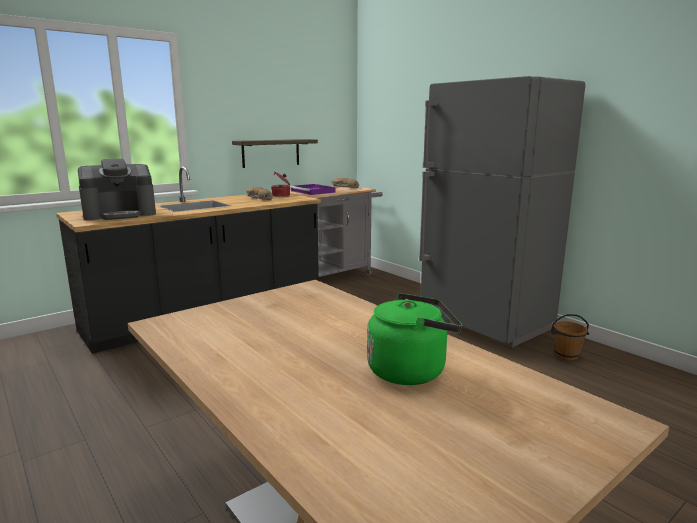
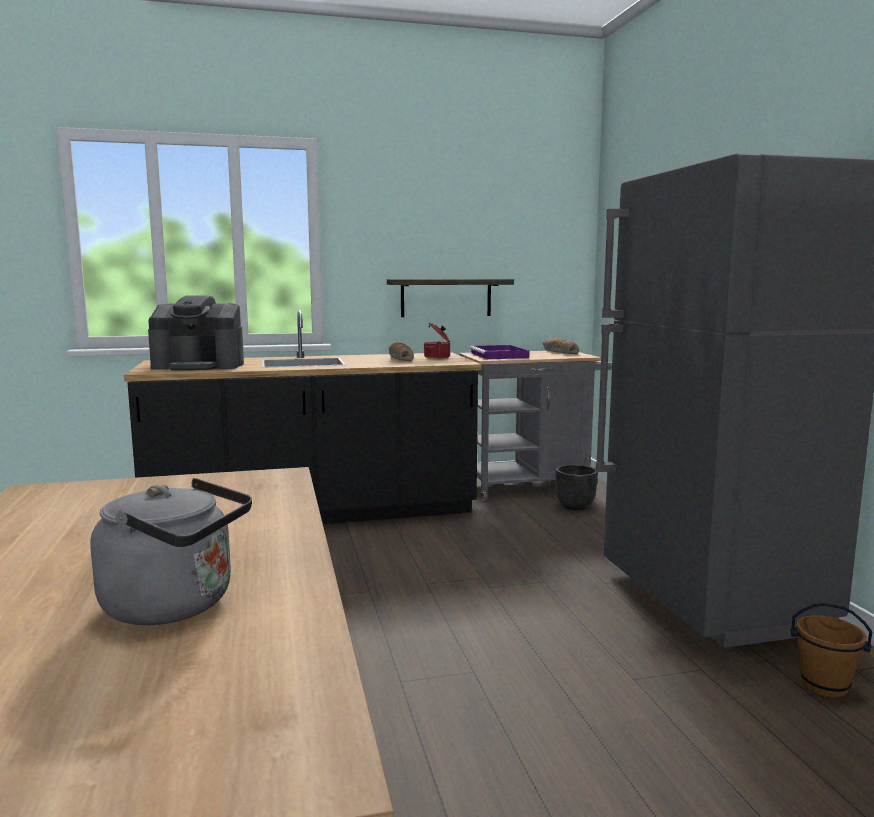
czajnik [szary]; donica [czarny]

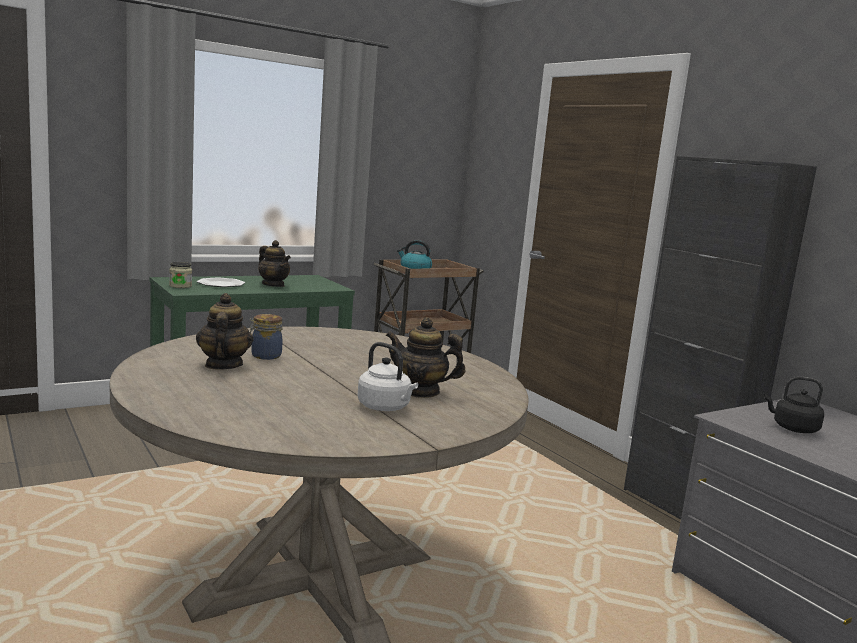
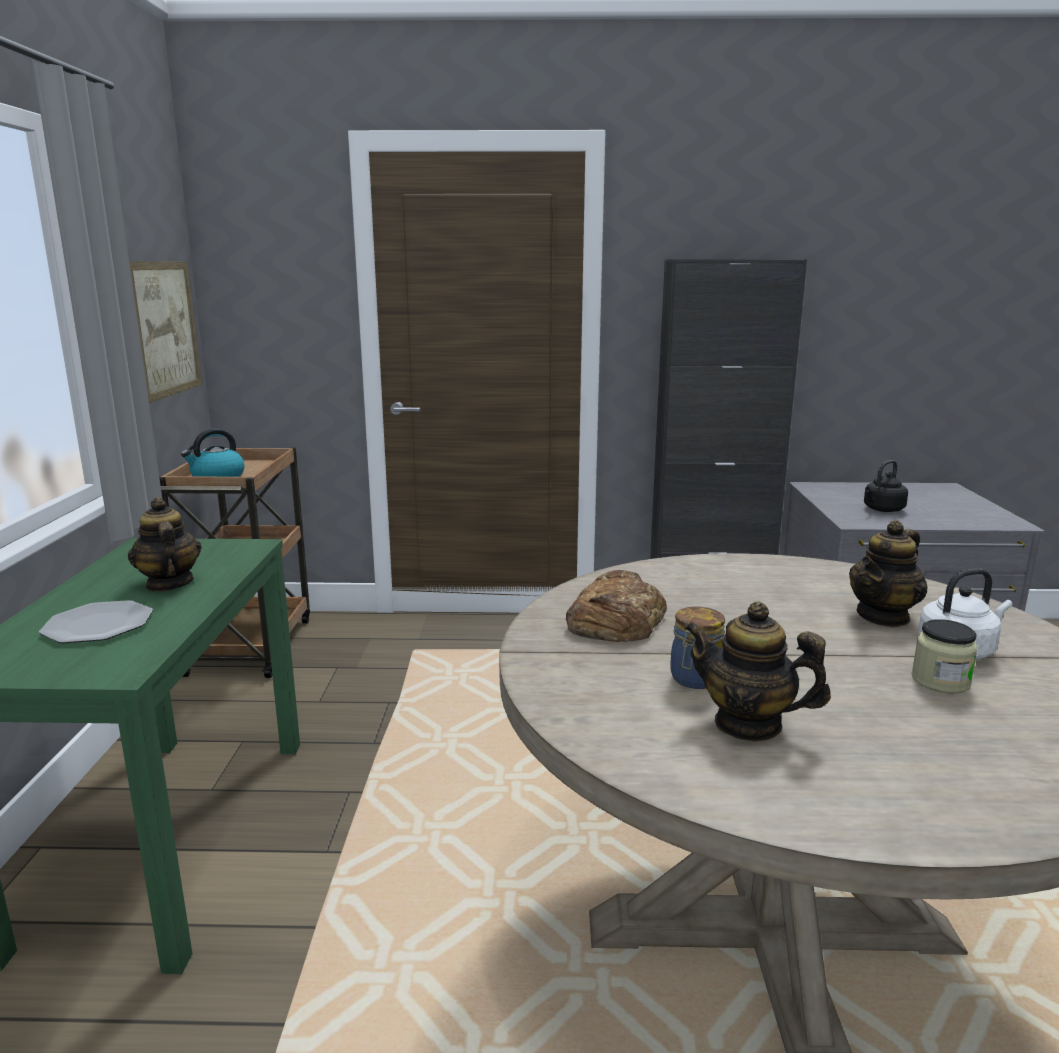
słoik (2nd from left); imbryk (1st from left); obraz; chleb

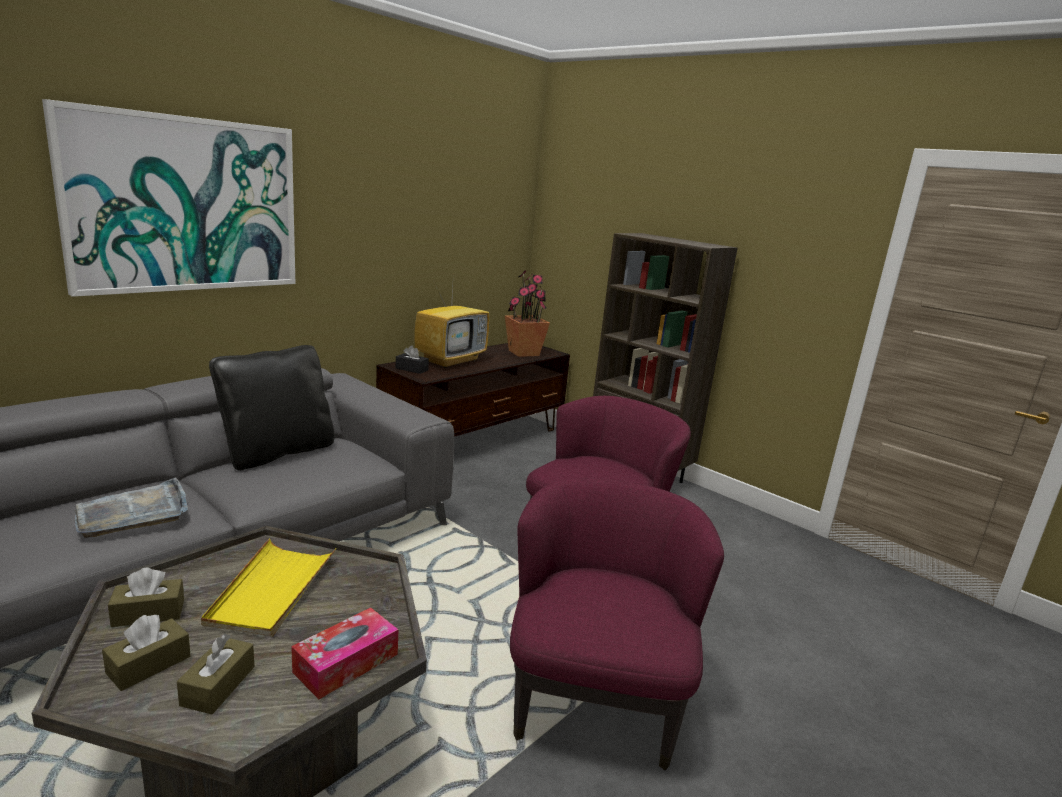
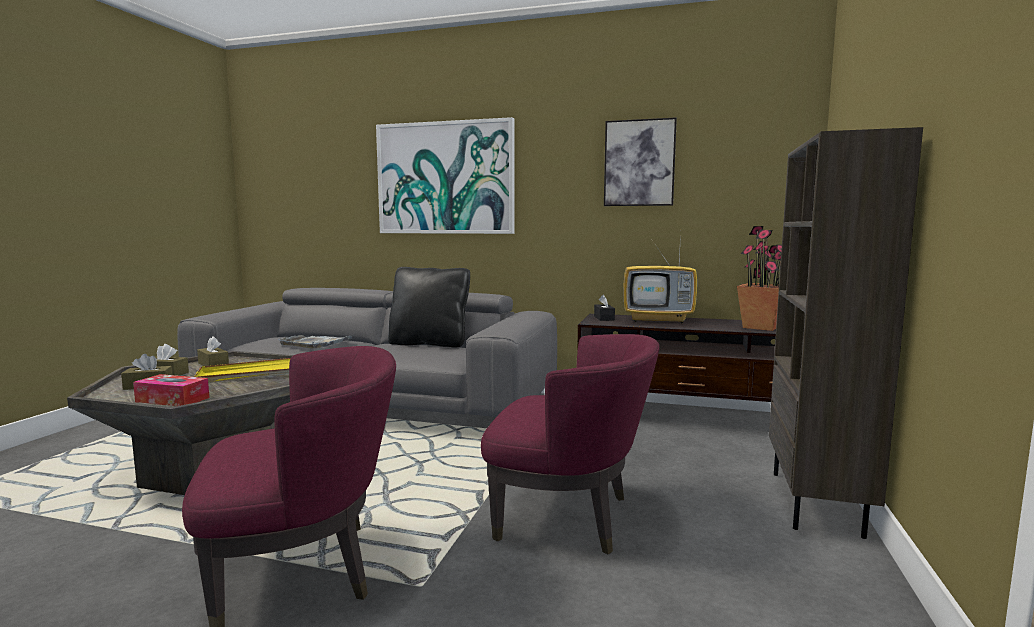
obraz (2nd from left)

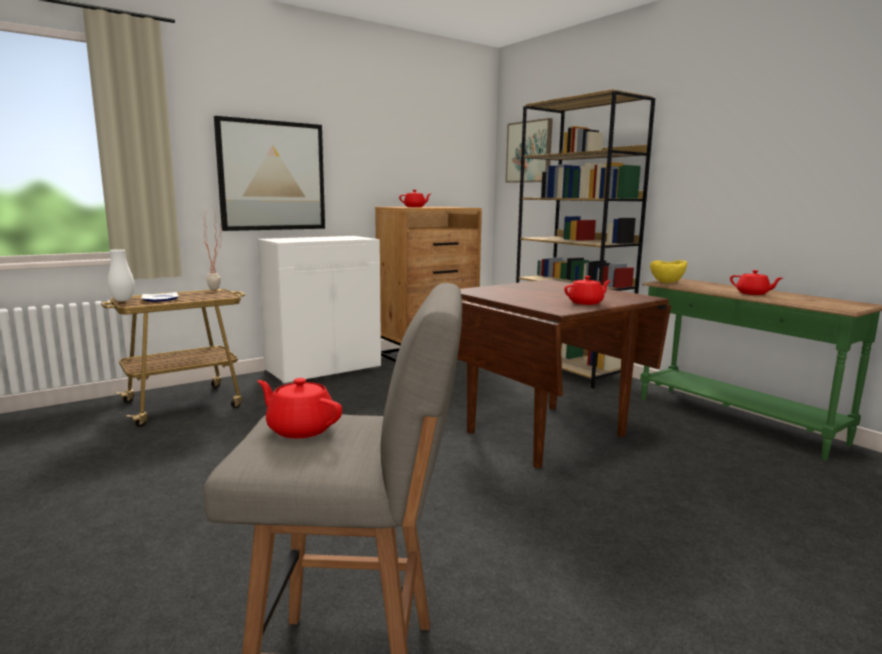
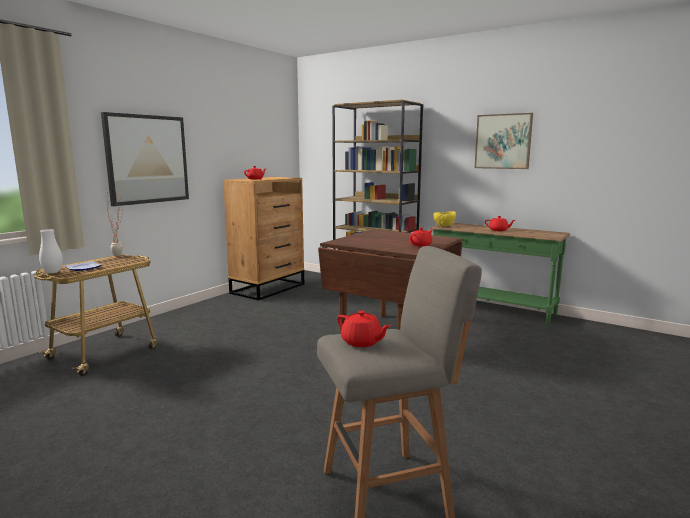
szafka [biały]; imbryk [czerwony] (2nd from left); obraz (2nd from left)

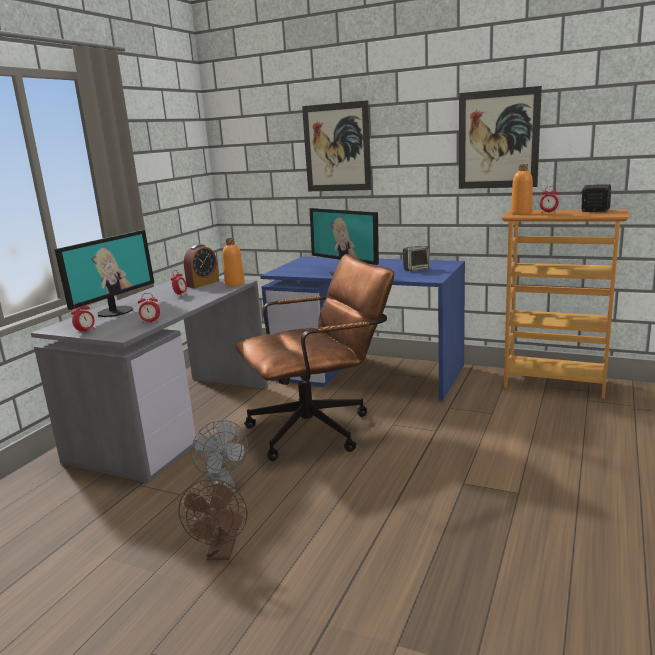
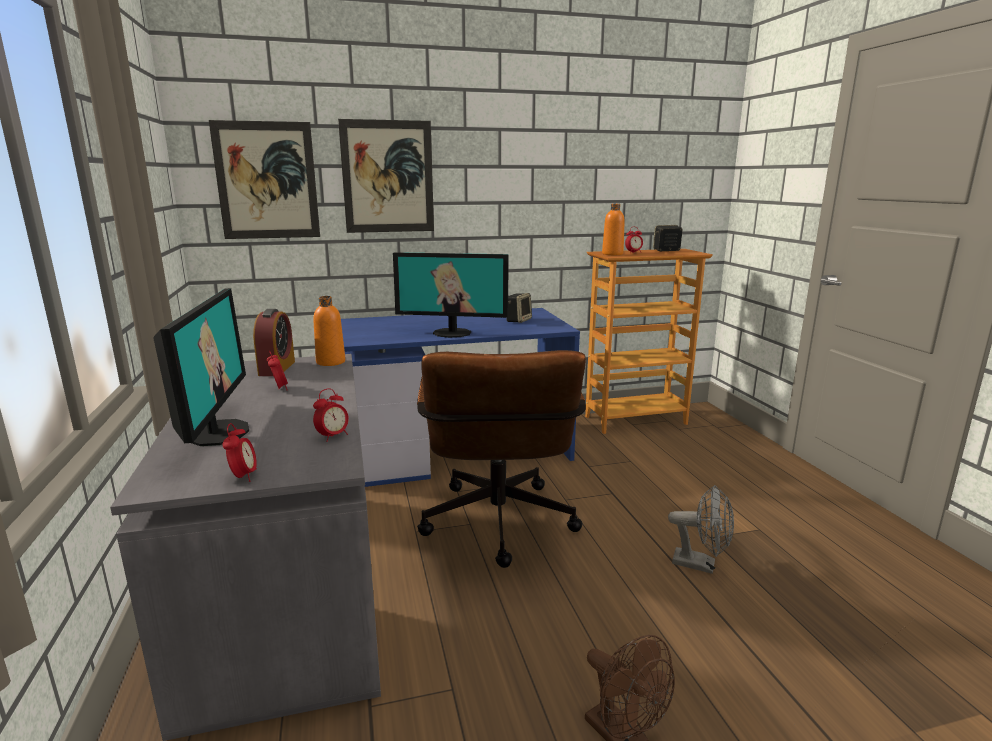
wentylator [szary]; krzesło biurowe [brązowy]; obraz (1st from left)

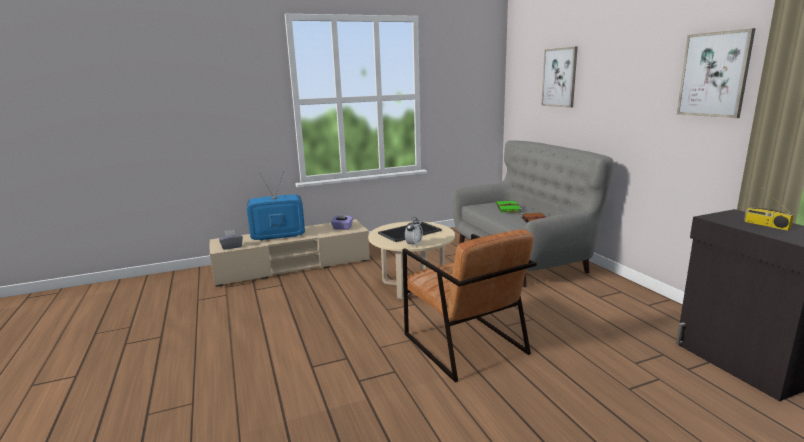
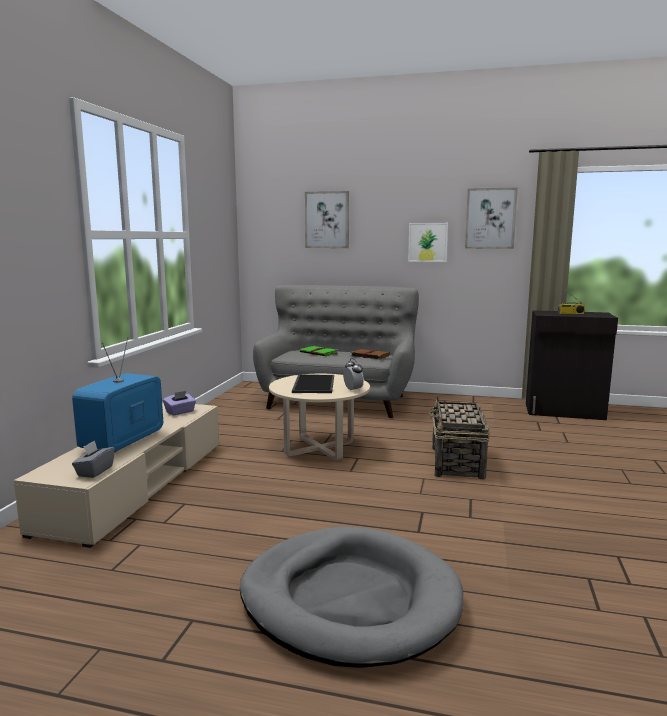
koszyk; legowisko [szary]; obraz (2nd from left)

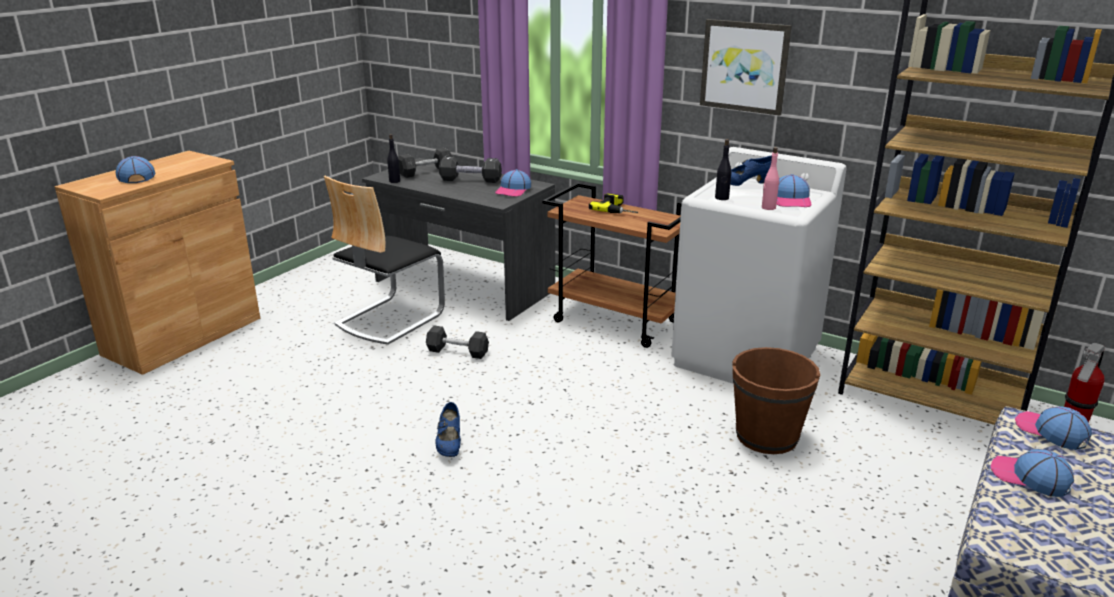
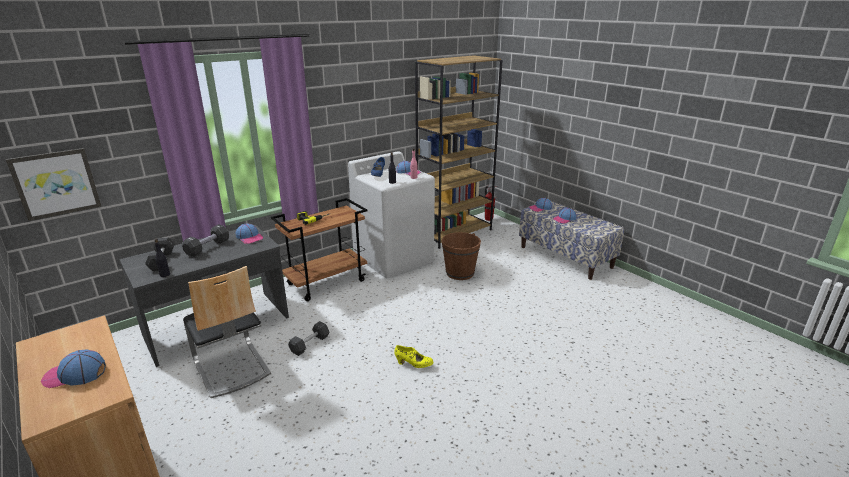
but [żółty]; obraz

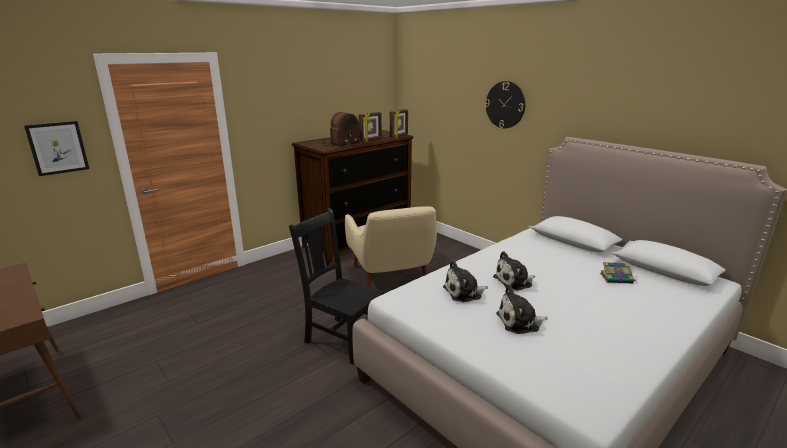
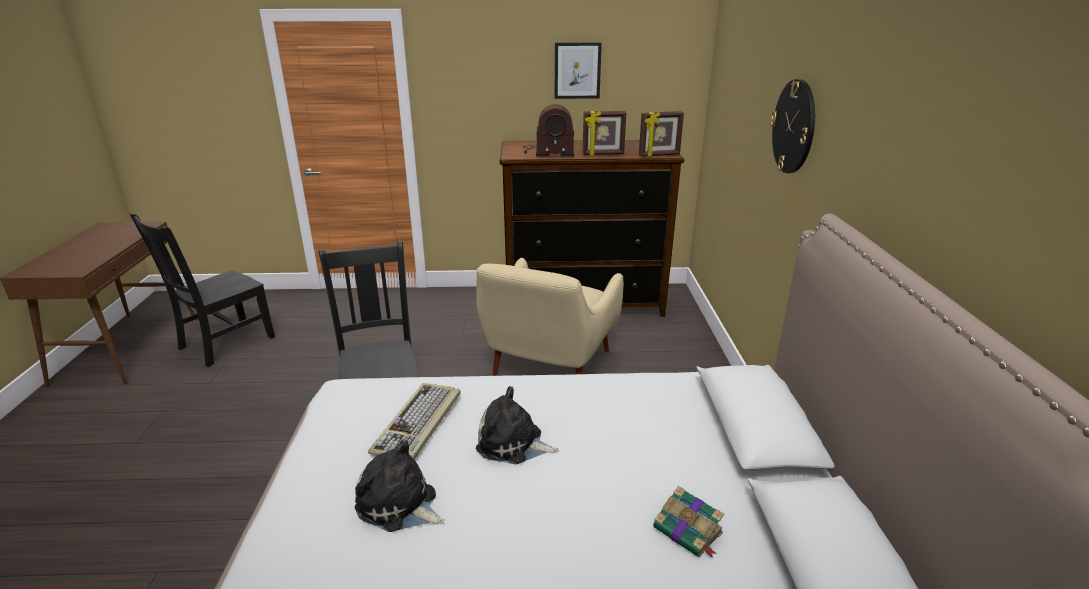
obraz; klawiatura; krzesło [czarny] (1st from left)

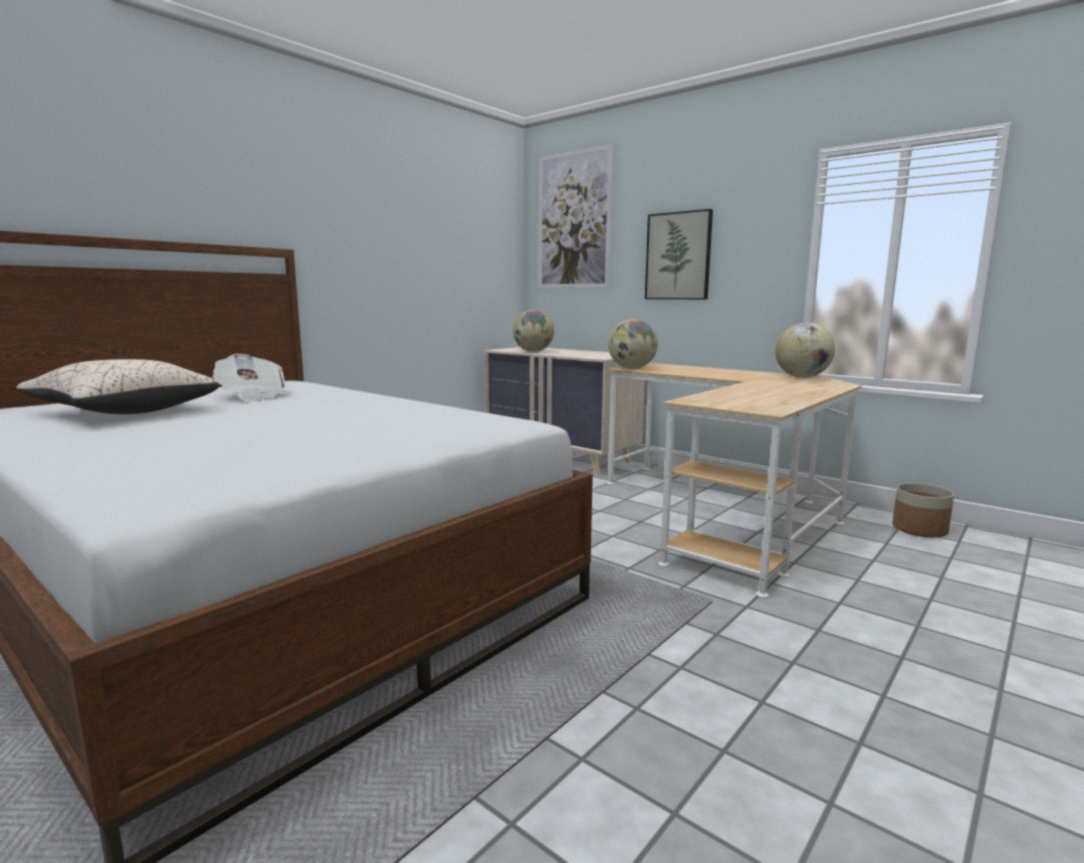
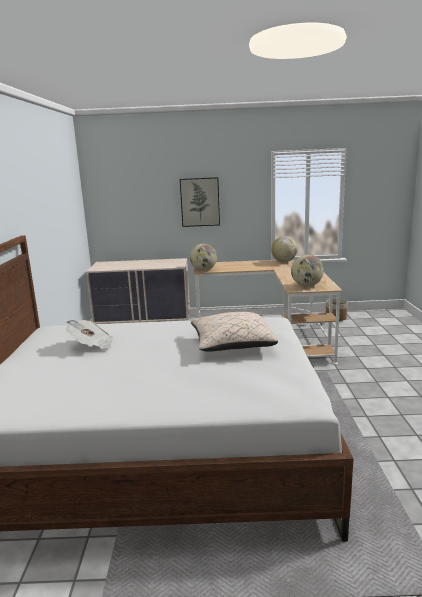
poduszka [beżowy]; globus (3rd from left); obraz (1st from left in the first image)

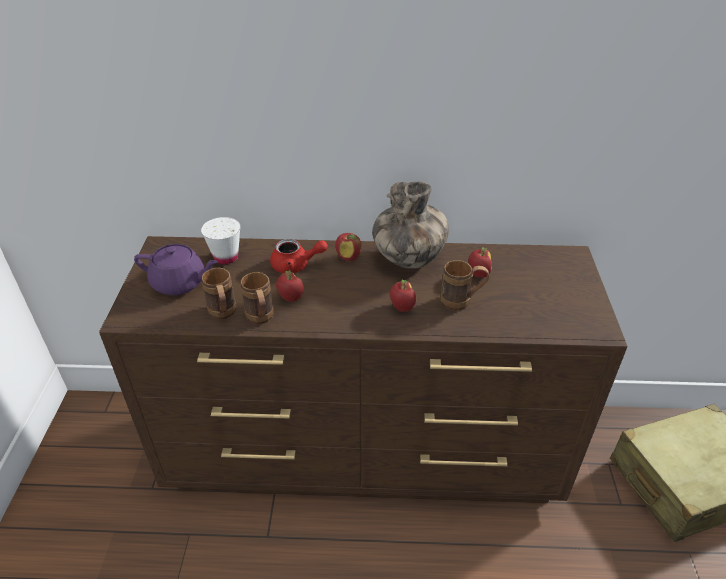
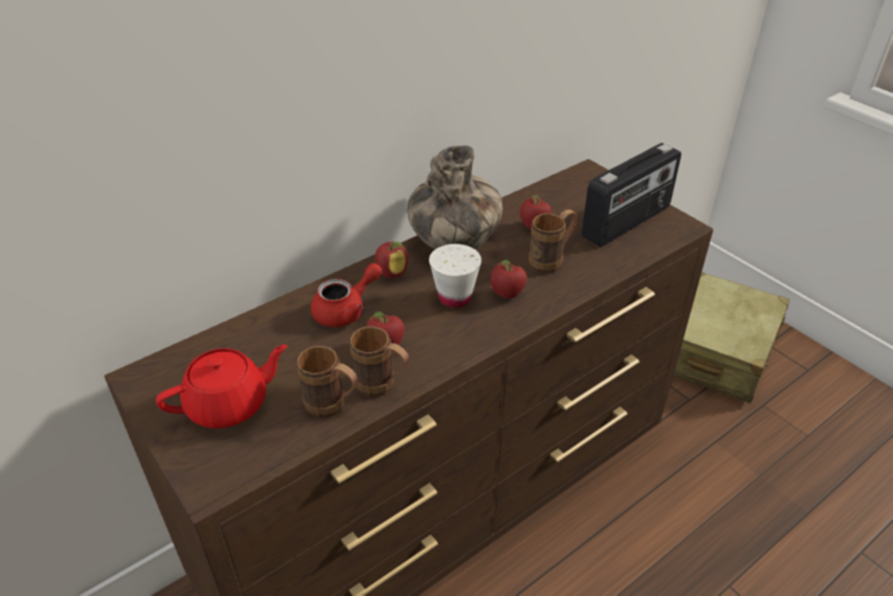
imbryk [czerwony] (1st from left); filiżanka [biały]; radio

